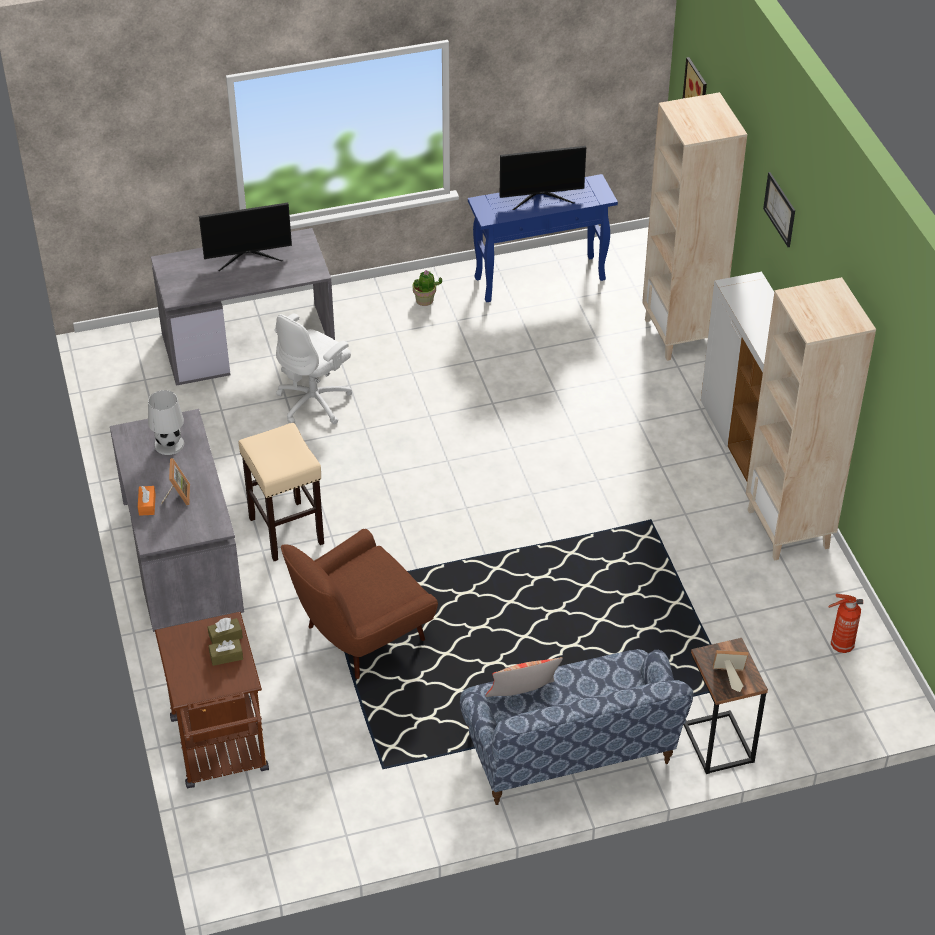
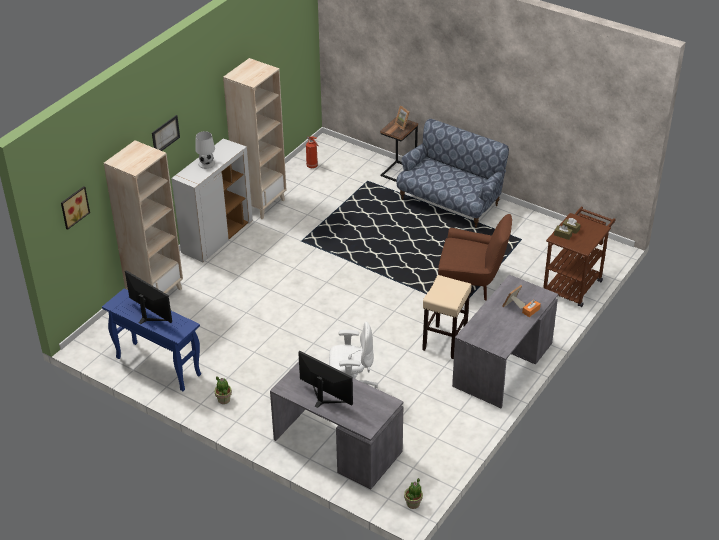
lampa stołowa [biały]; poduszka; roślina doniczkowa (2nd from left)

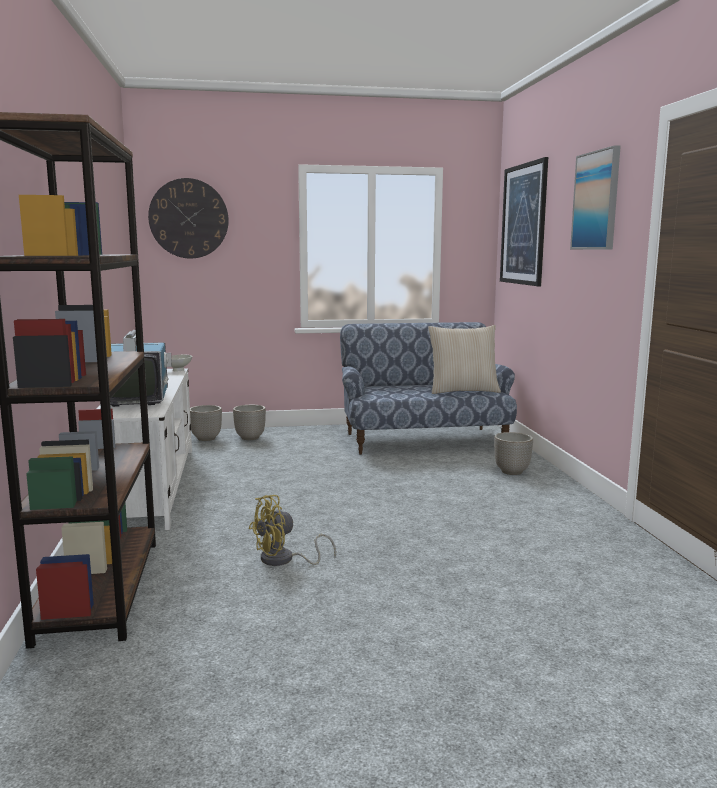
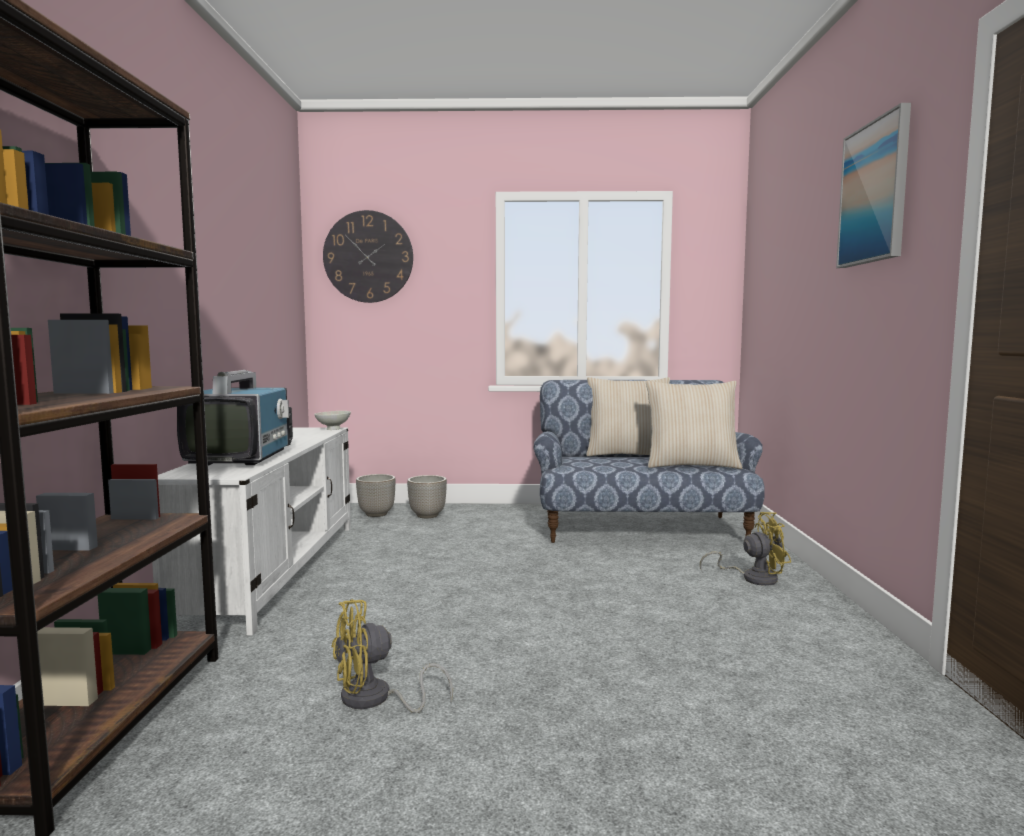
wentylator [żółty] (2nd from left); obraz (1st from left in the first image); poduszka [beżowy] (1st from left)

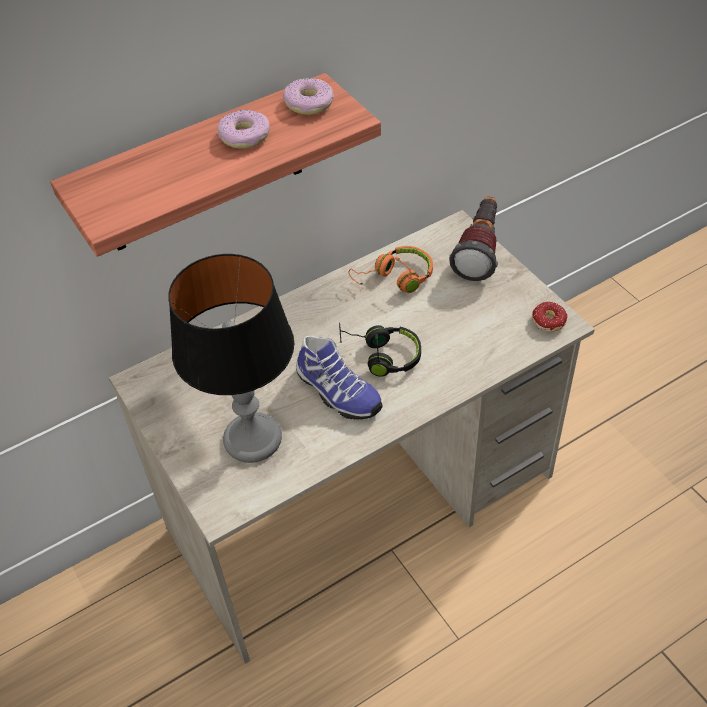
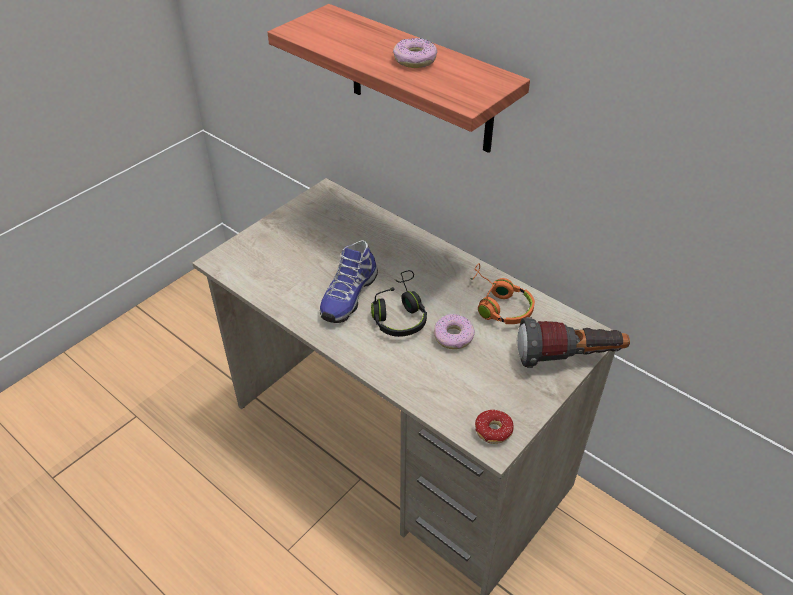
lampa stołowa; donut (2nd from left)

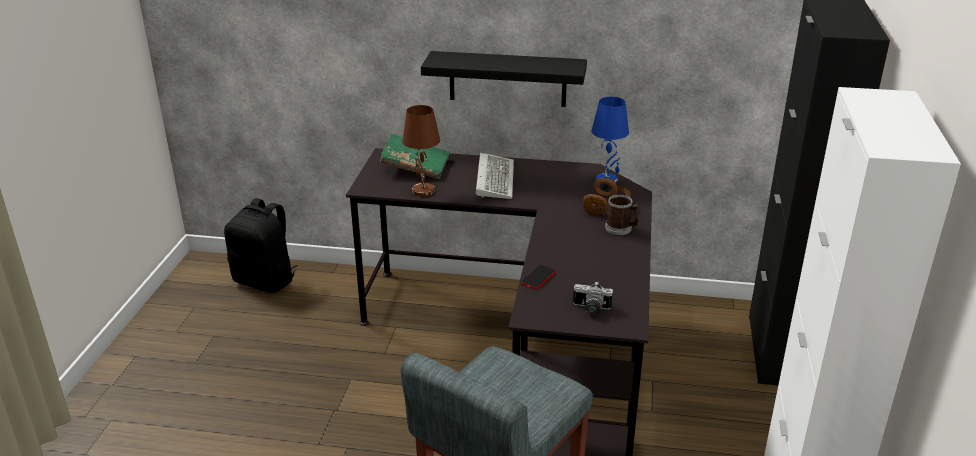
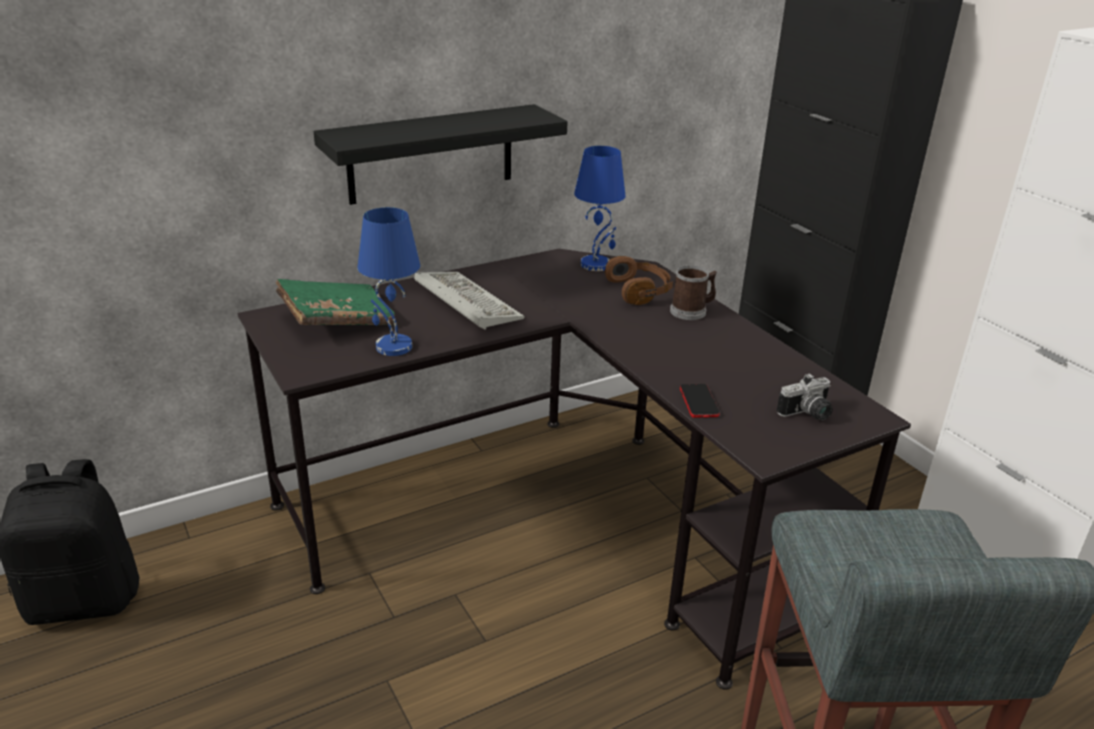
lampa stołowa [niebieski] (1st from left)

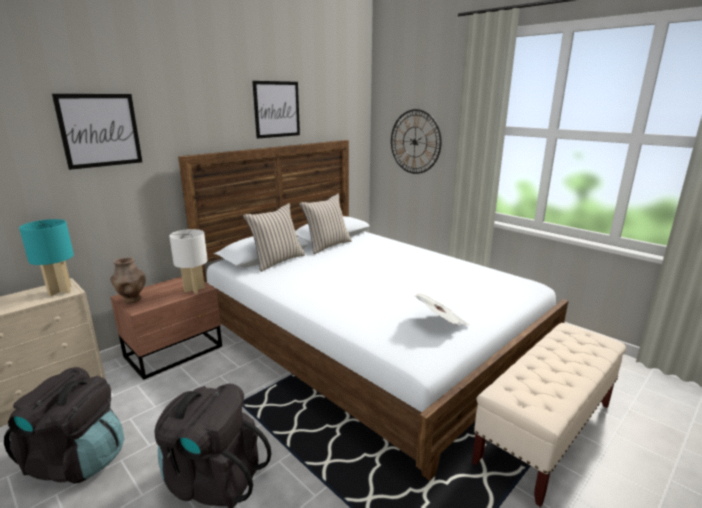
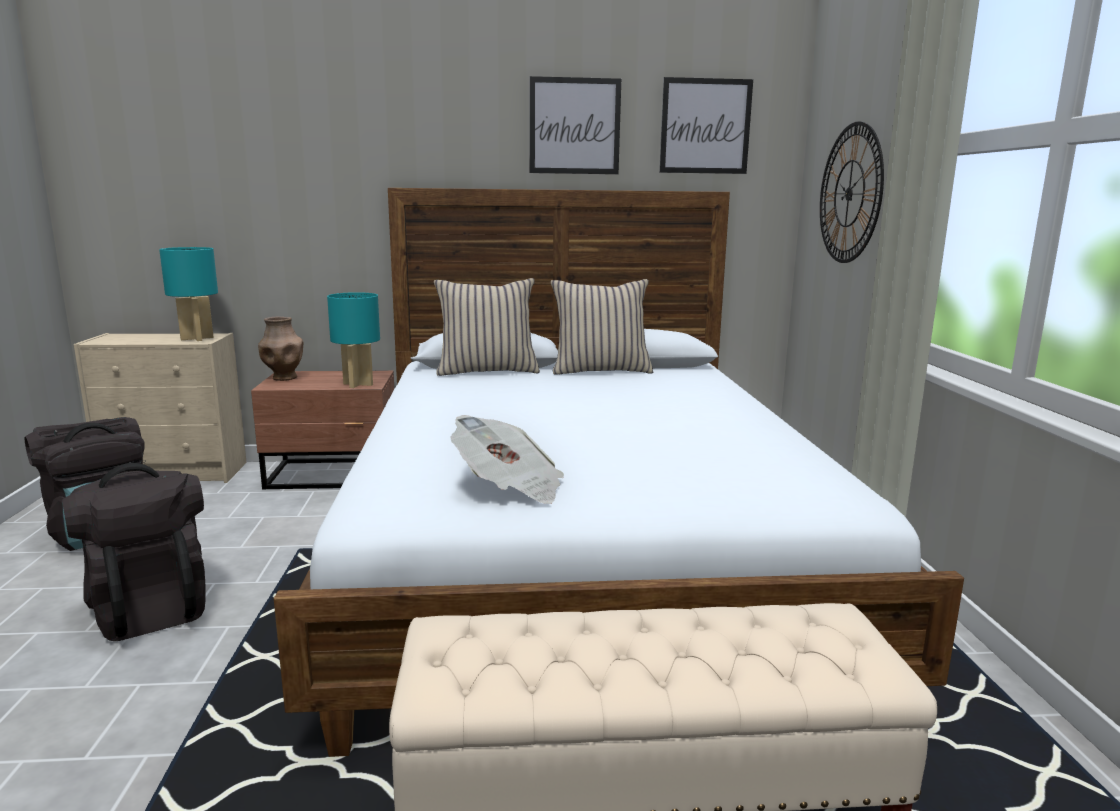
obraz (2nd from left); lampa stołowa [turkusowy] (2nd from left)

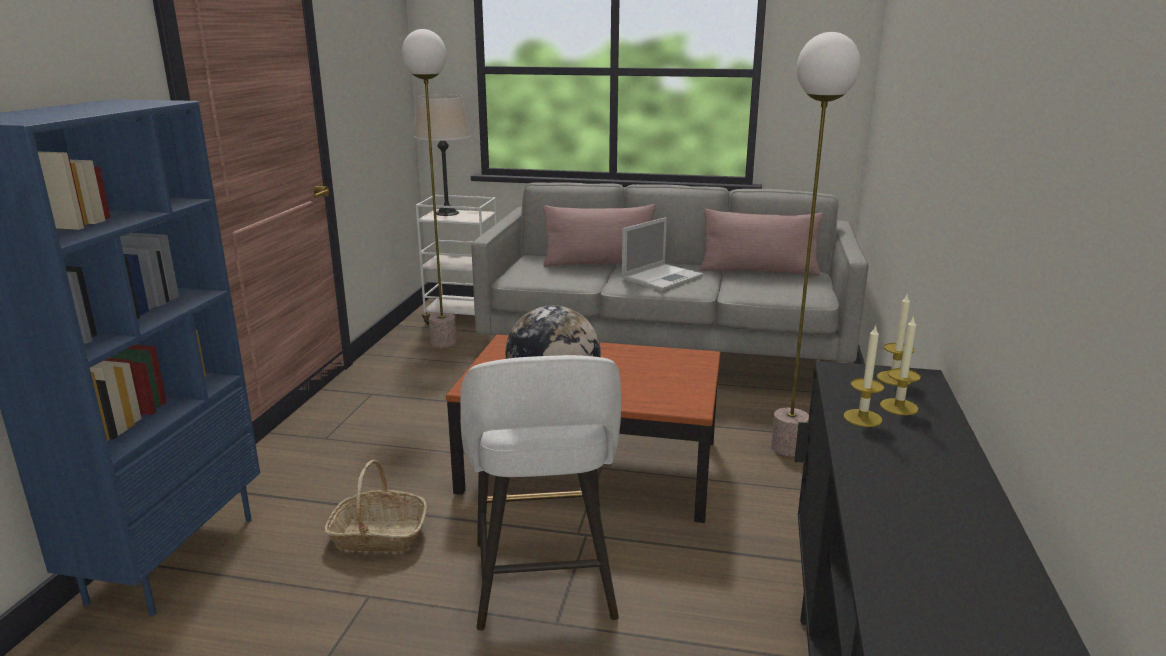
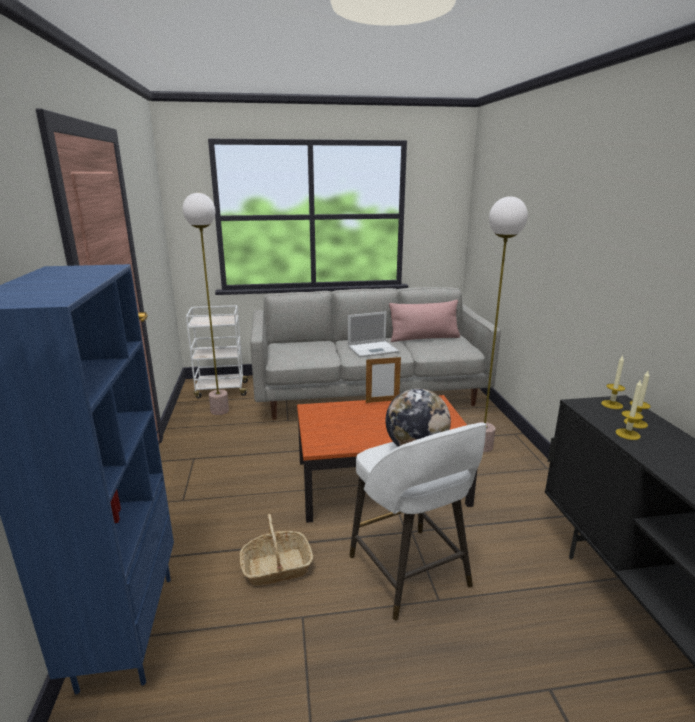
lampa stołowa [beżowy]; poduszka [różowy] (1st from left in the first image); laptop; ramka na zdjęcie

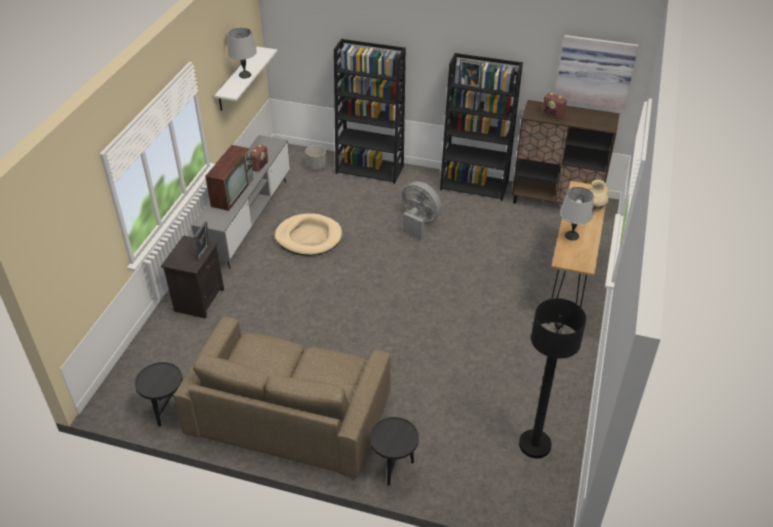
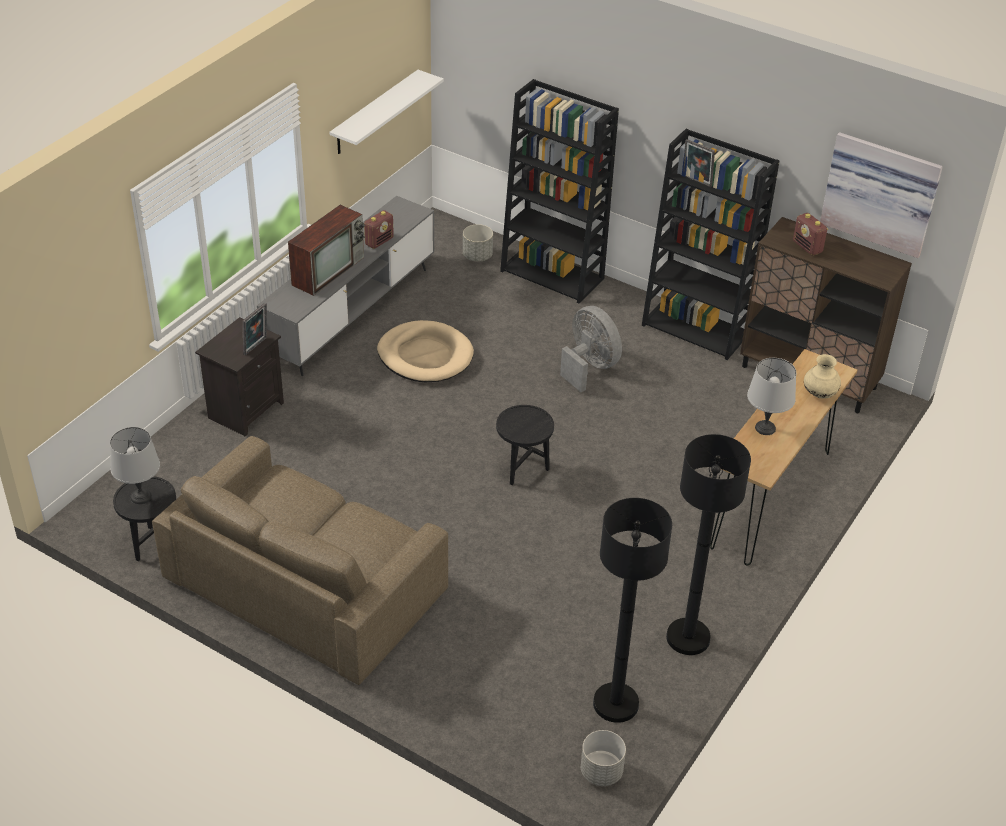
lampa stołowa [szary] (1st from left); stolik [czarny] (2nd from left); donica [szary] (2nd from left); lampa stojąca [czarny] (2nd from left)

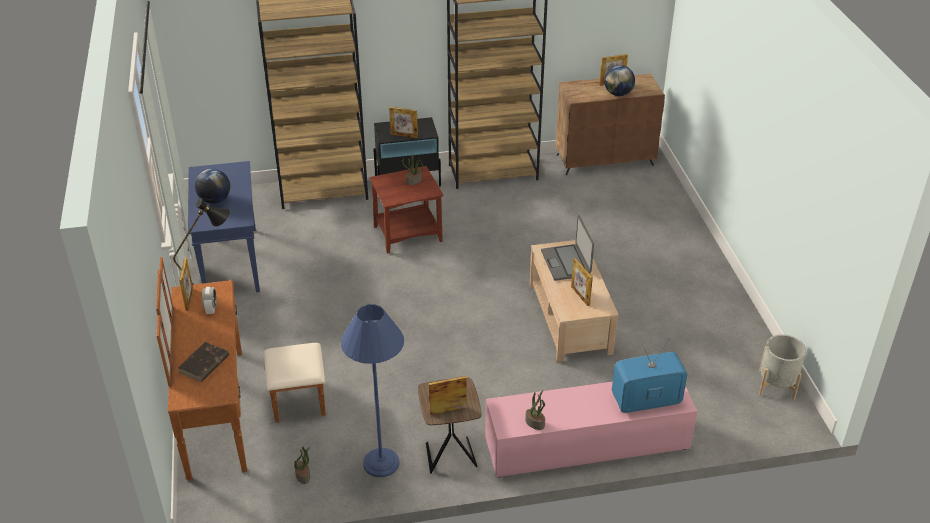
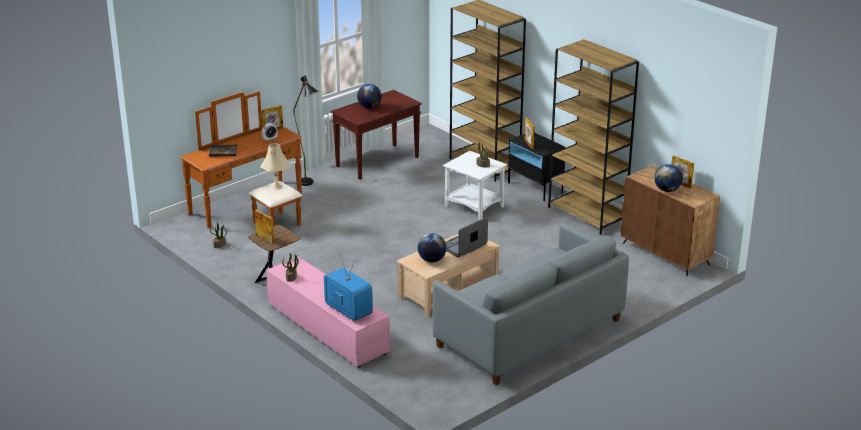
stolik konsolowy [brązowy]; lampa stojąca [niebieski]; stolik [biały]; globus (2nd from left); donica [szary]; lampa stołowa [beżowy]; kanapa [szary]

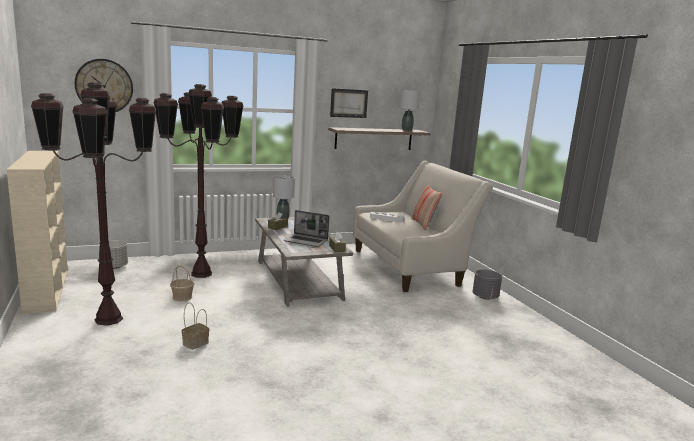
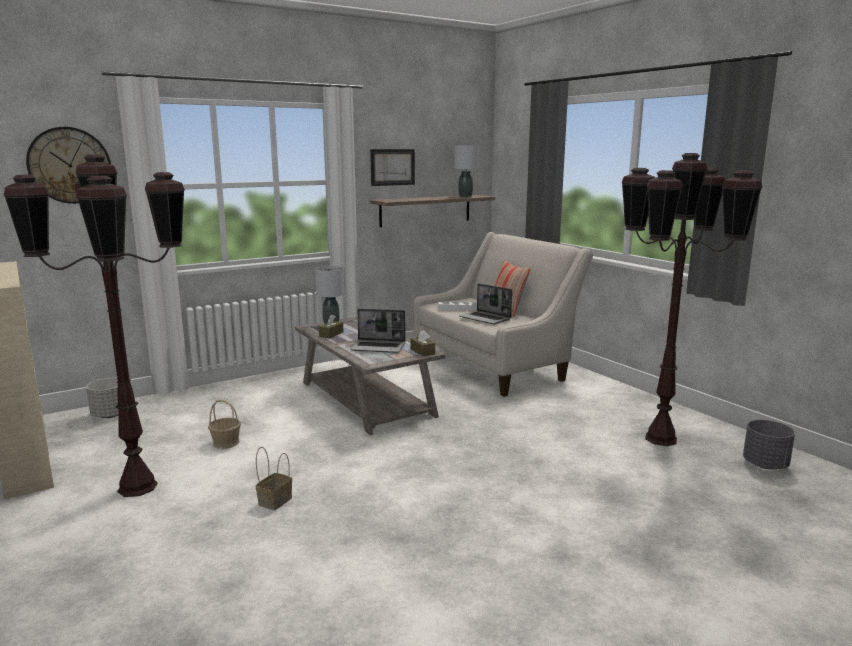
lampa stojąca [brązowy] (2nd from left); donica [szary] (2nd from left); laptop (2nd from left)

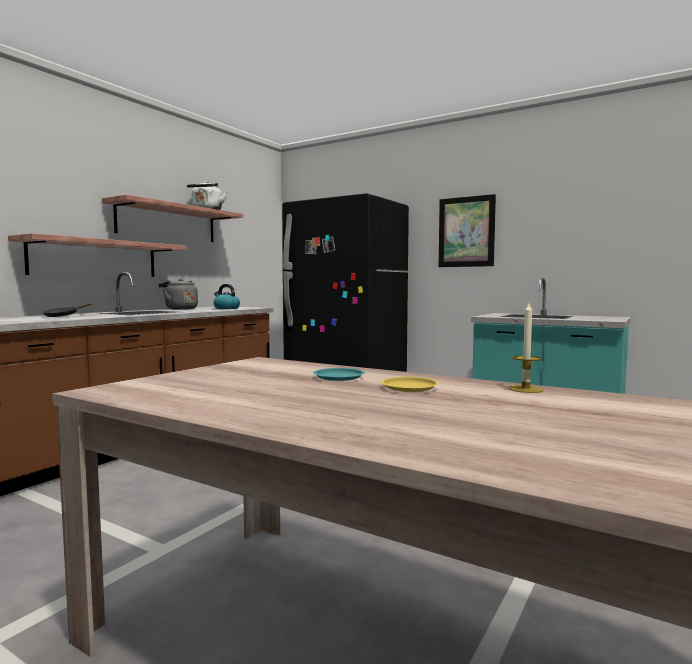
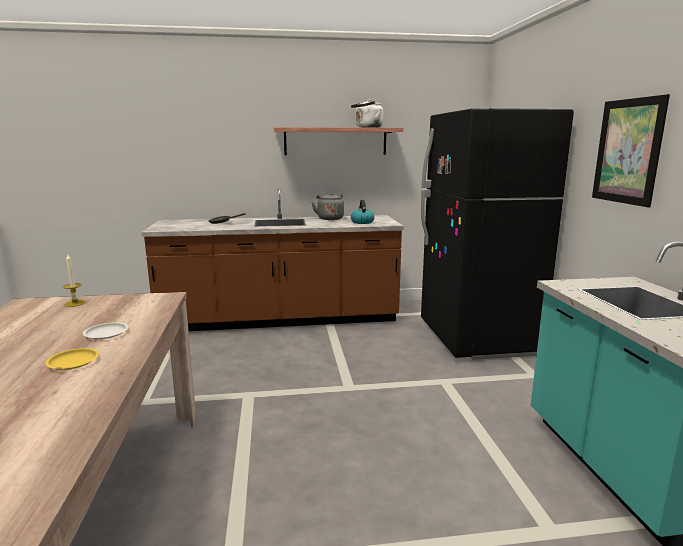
półka (1st from left in the first image); talerz [biały]; świeca

